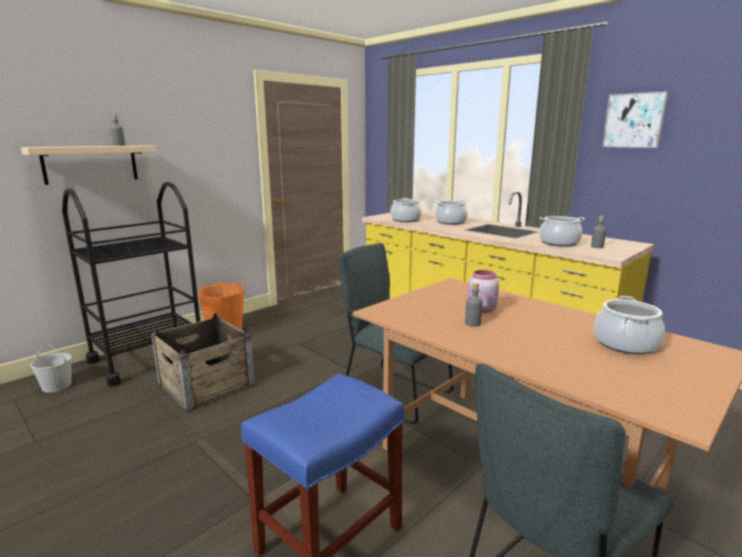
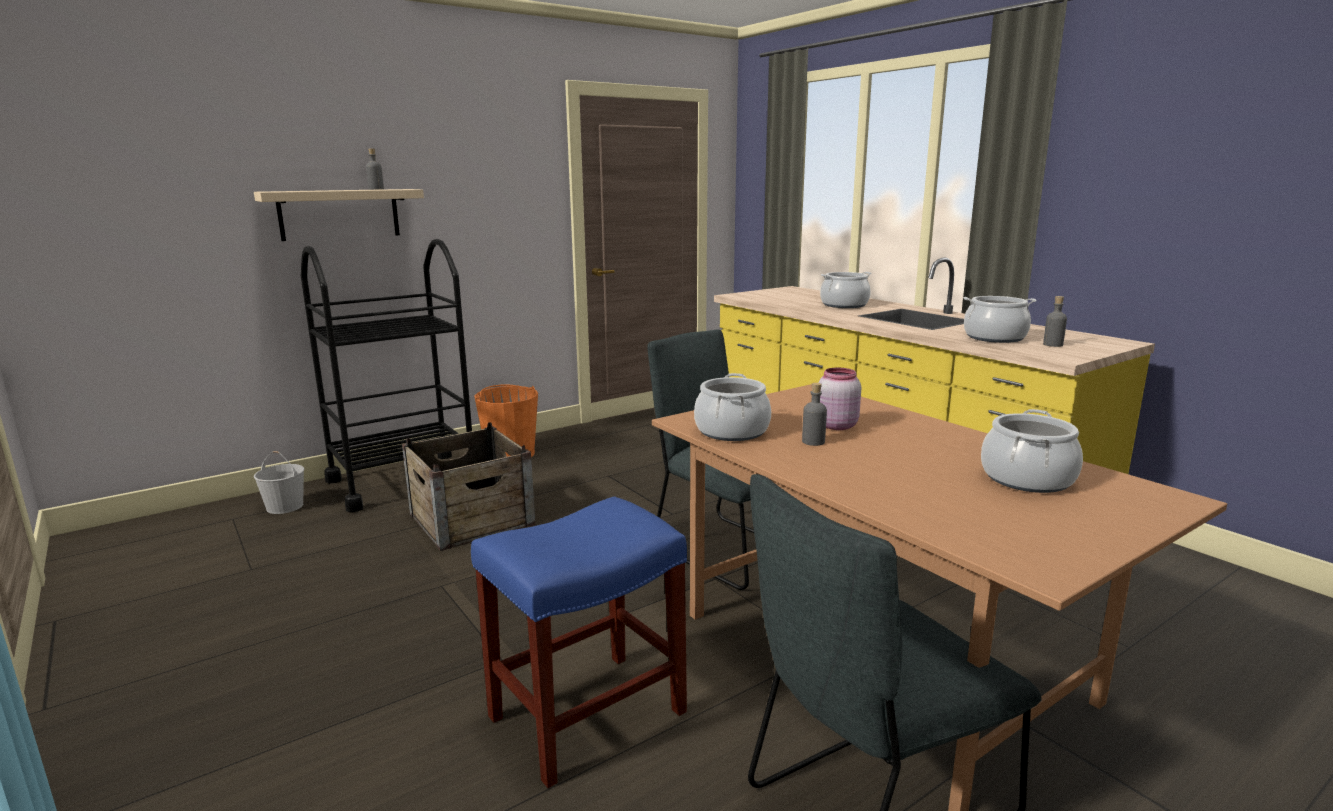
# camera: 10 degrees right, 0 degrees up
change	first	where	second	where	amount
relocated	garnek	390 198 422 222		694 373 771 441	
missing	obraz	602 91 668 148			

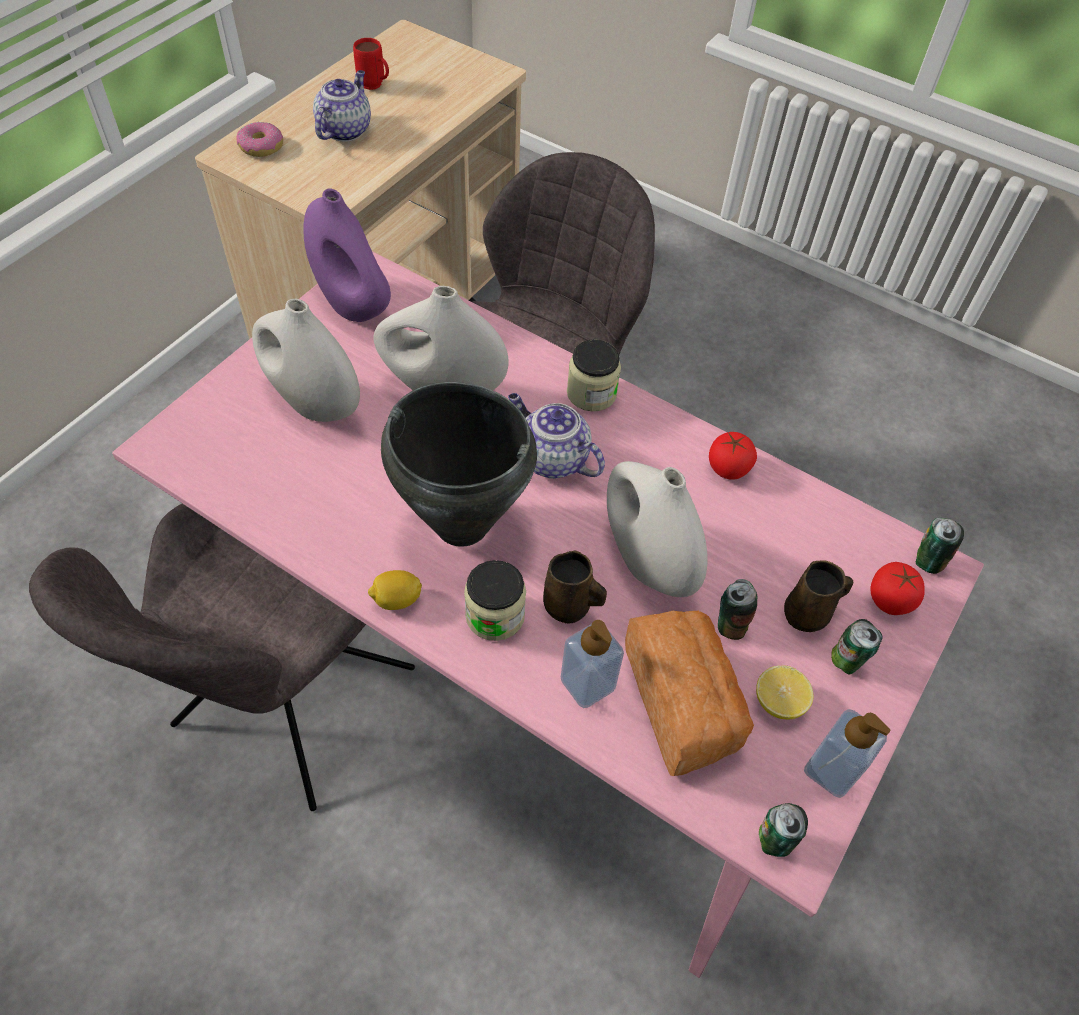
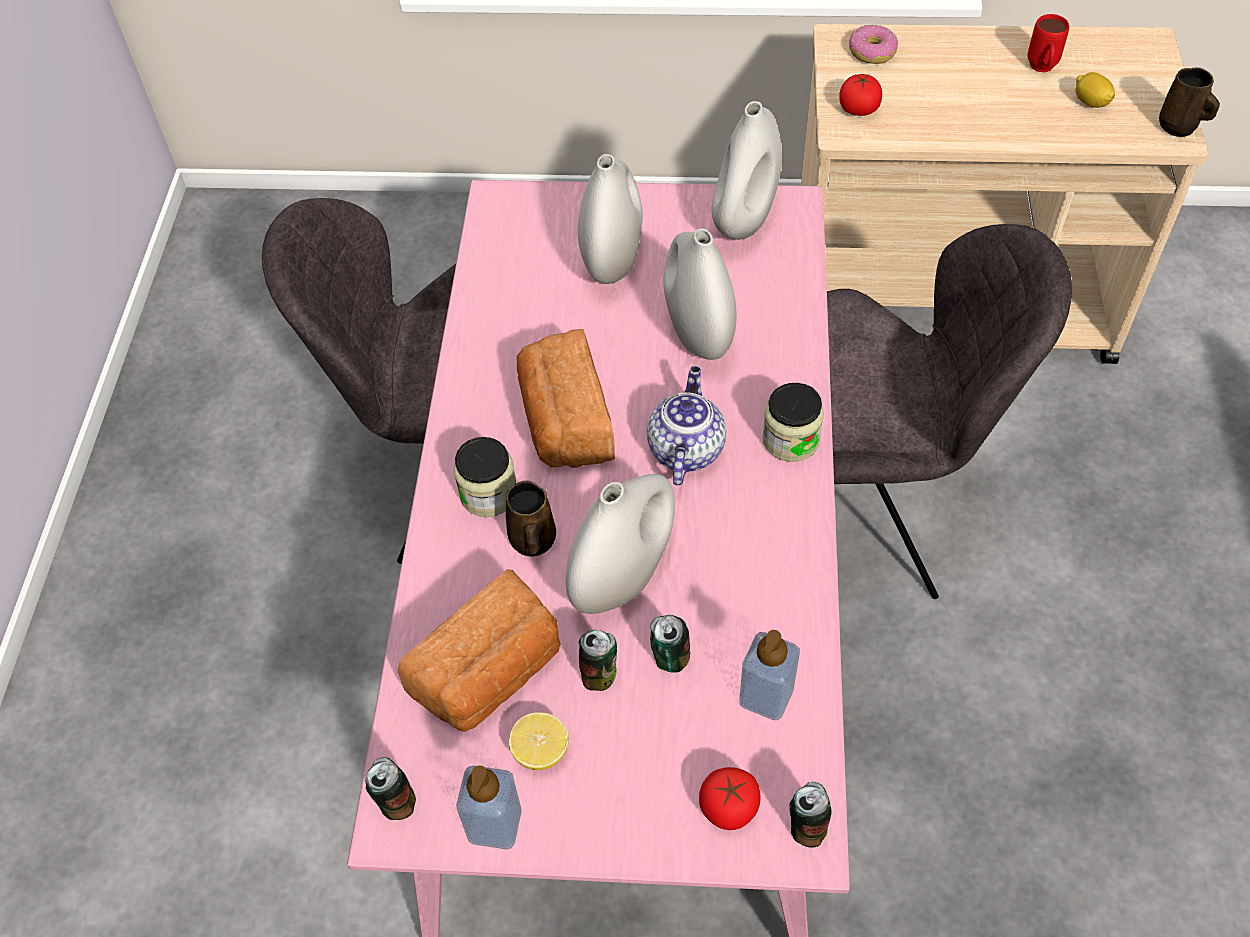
# camera: 65 degrees right, 0 degrees up
change	first	where	second	where	amount
exchanged	garnek [czarny]	381 382 537 547	chleb	517 329 615 468	
relocated	puszka	831 619 883 675		650 615 690 673	
colour	wazon [fioletowy]	303 188 391 322	wazon [biały]	712 101 782 240	
relocated	dozownik mydła	561 620 624 708		739 630 800 720	
relocated	pomidor	709 432 757 480		839 74 882 116	
relocated	cytryna	368 570 422 610		1075 72 1115 108	
relocated	kubek [brązowy]	784 560 853 632		1159 68 1220 137	
missing	imbryk	313 70 371 142			

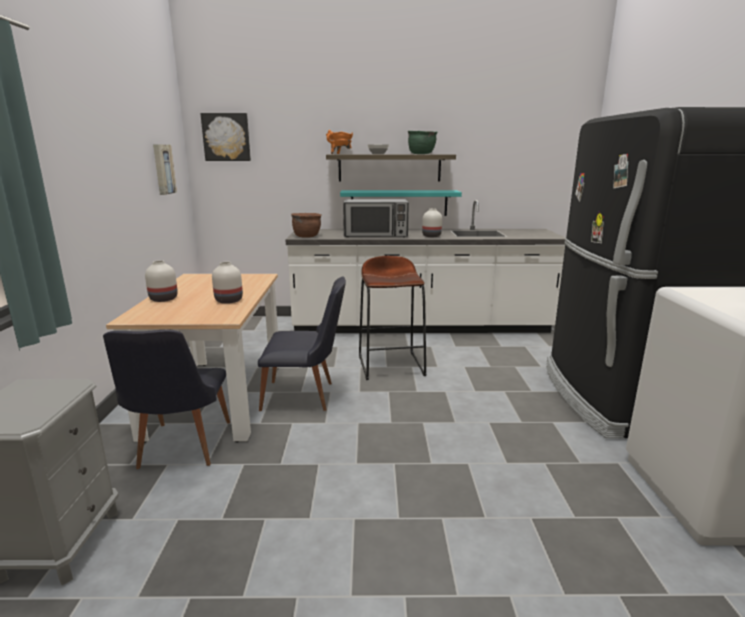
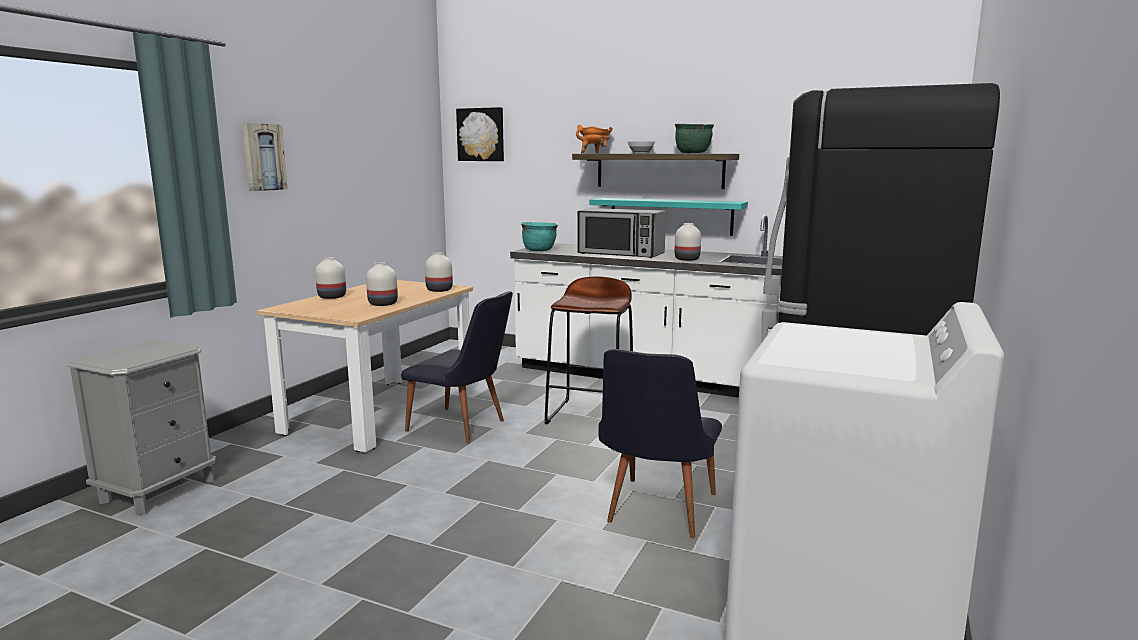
# camera: 25 degrees right, 5 degrees down
change	first	where	second	where	amount
relocated	obraz	153 144 177 195		242 123 288 191	
appeared			wazon [biały]	425 252 453 292	
colour	garnek [brązowy]	291 213 322 238	garnek [turkusowy]	521 222 558 251	
relocated	krzesło [czarny]	103 329 230 469		599 349 722 538	

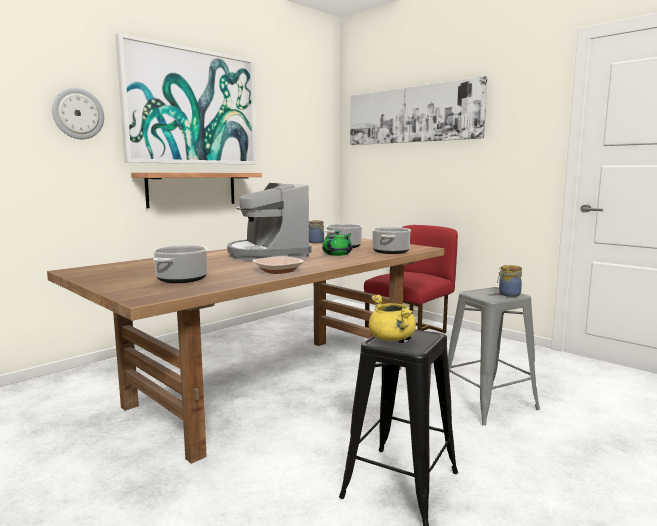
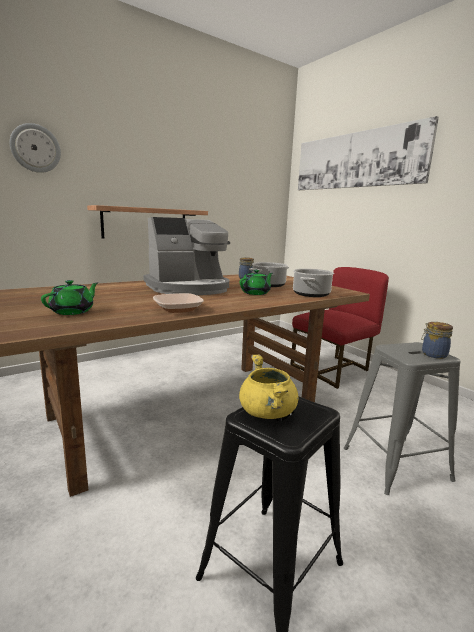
# camera: 10 degrees right, 5 degrees up
change	first	where	second	where	amount
exchanged	garnek	153 245 208 283	imbryk [zielony]	41 280 98 315	
spun	ekspres do kawy	227 183 311 261		143 217 230 295	105 degrees counterclockwise
missing	obraz	115 33 257 165			

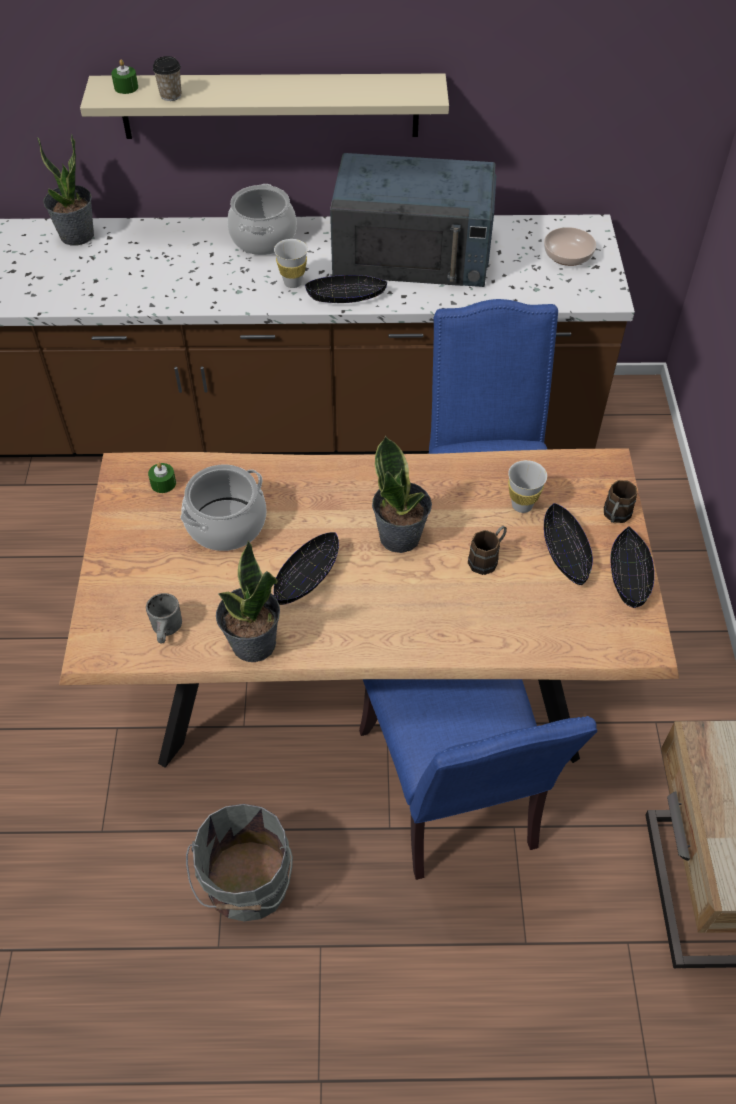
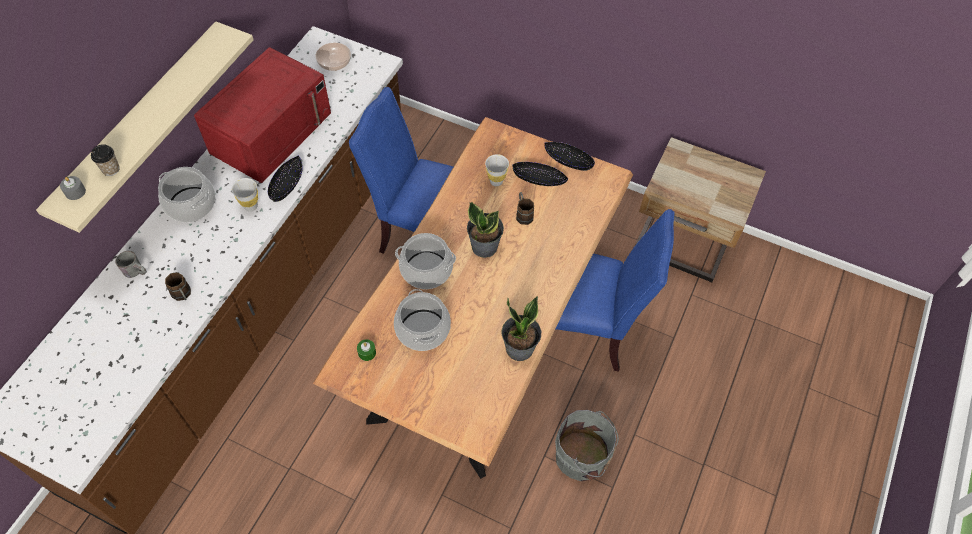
# camera: 65 degrees left, 5 degrees up
change	first	where	second	where	amount
colour	świeca [zielony]	111 59 138 94	świeca [szary]	60 176 86 200	
relocated	kubek [szary]	146 593 182 643		115 251 147 278	
relocated	kubek [brązowy]	604 480 637 523		165 272 191 301	
colour	mikrofalówka [niebieski]	330 153 496 287	mikrofalówka [czerwony]	194 47 331 183	
appeared			garnek	395 233 456 289	
missing	roślina doniczkowa	37 134 94 246			
missing	miska [czarny]	274 532 339 605			

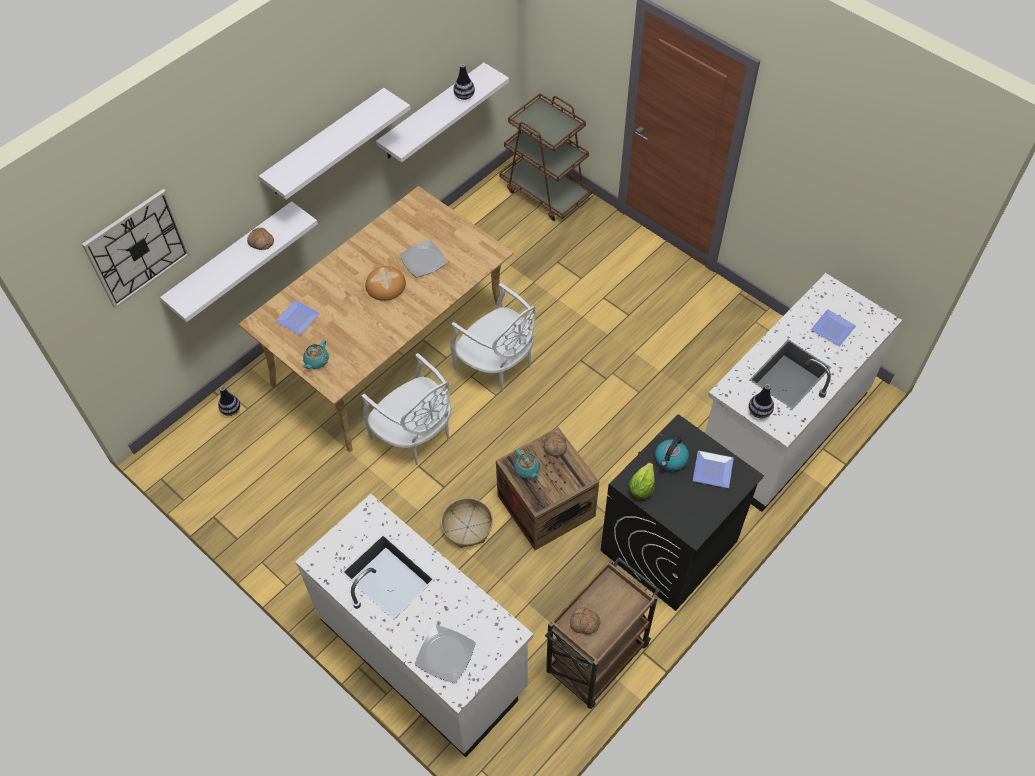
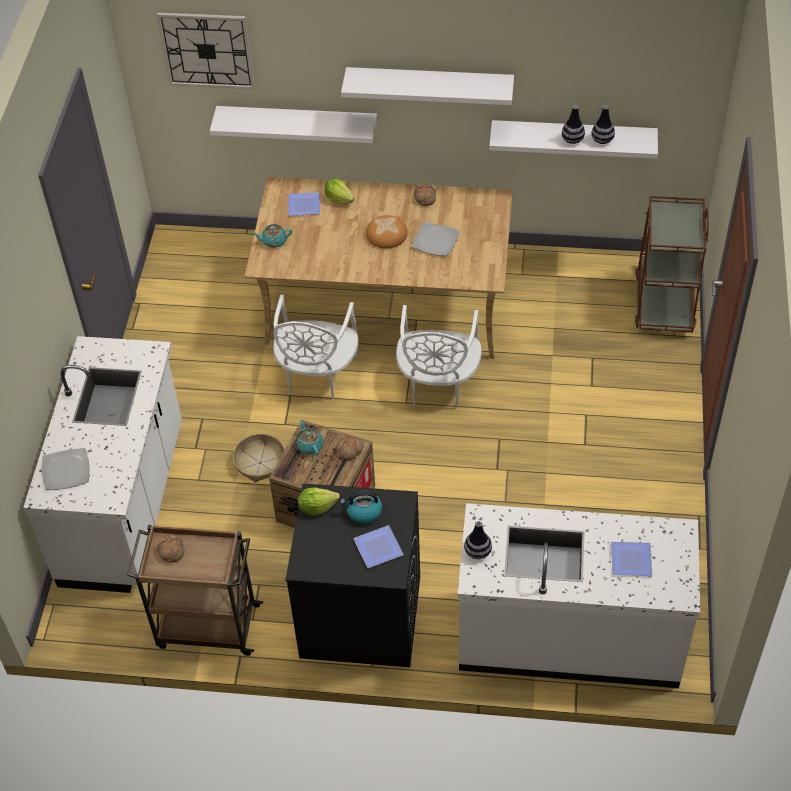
# camera: 55 degrees right, 5 degrees down
change	first	where	second	where	amount
spun	imbryk [turkusowy]	514 449 540 478		297 420 324 455	135 degrees clockwise
appeared			sałata	325 178 355 204	
relocated	chleb	247 228 274 250		414 184 436 206	
relocated	wazon	218 386 240 416		562 105 585 144	

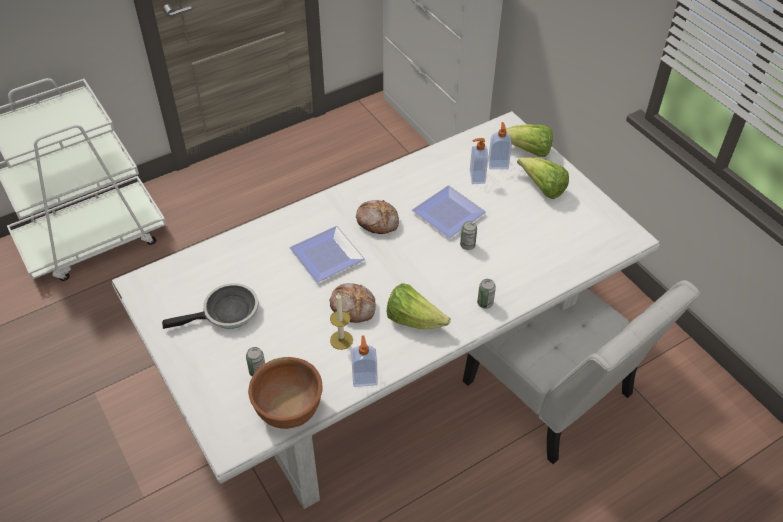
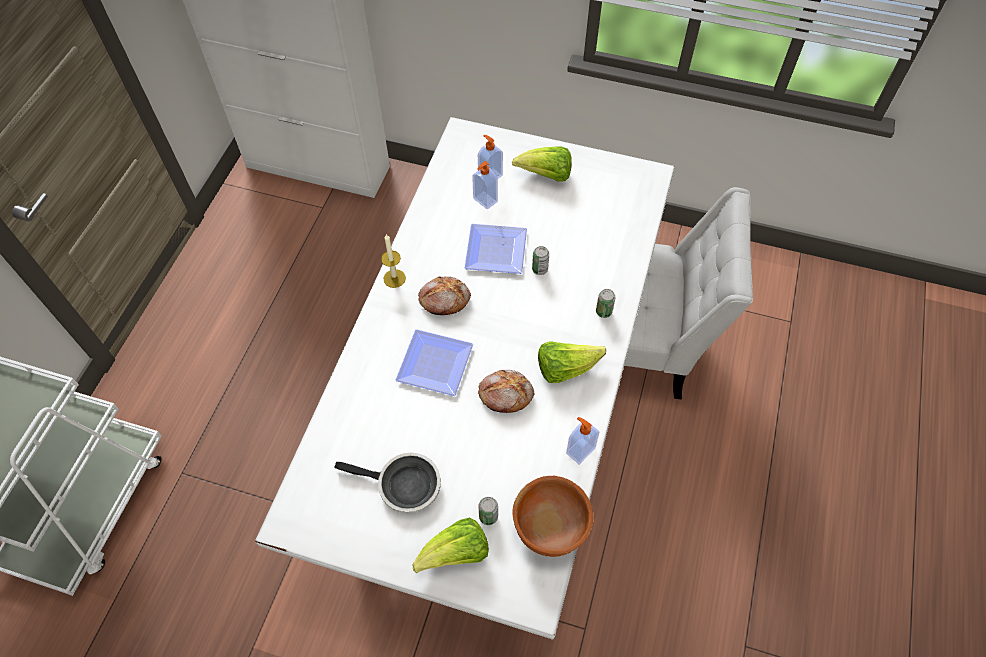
# camera: 40 degrees left, 10 degrees up
change	first	where	second	where	amount
spun	patelnia	162 283 258 329		335 453 441 513	75 degrees clockwise
relocated	świeca	330 293 353 350		381 234 406 288	
relocated	sałata	506 124 553 157		412 518 489 573	

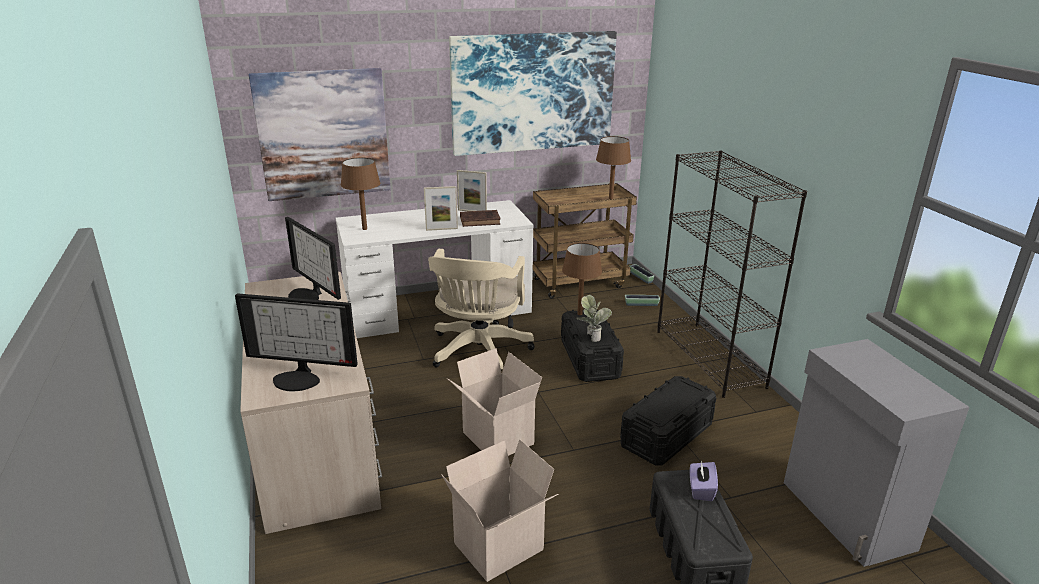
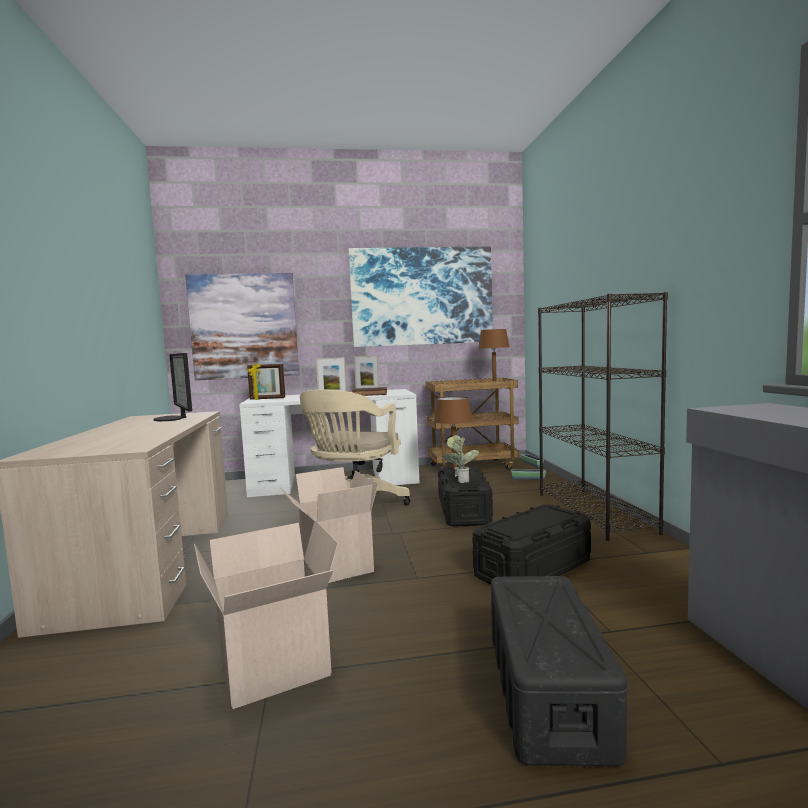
# camera: 10 degrees right, 20 degrees down
change	first	where	second	where	amount
exchanged	lampa stołowa [brązowy]	341 157 380 230	ramka na zdjęcie	247 364 285 400	
missing	monitor	235 293 358 391			
missing	pudełko chusteczek [fioletowy]	690 461 718 501			

